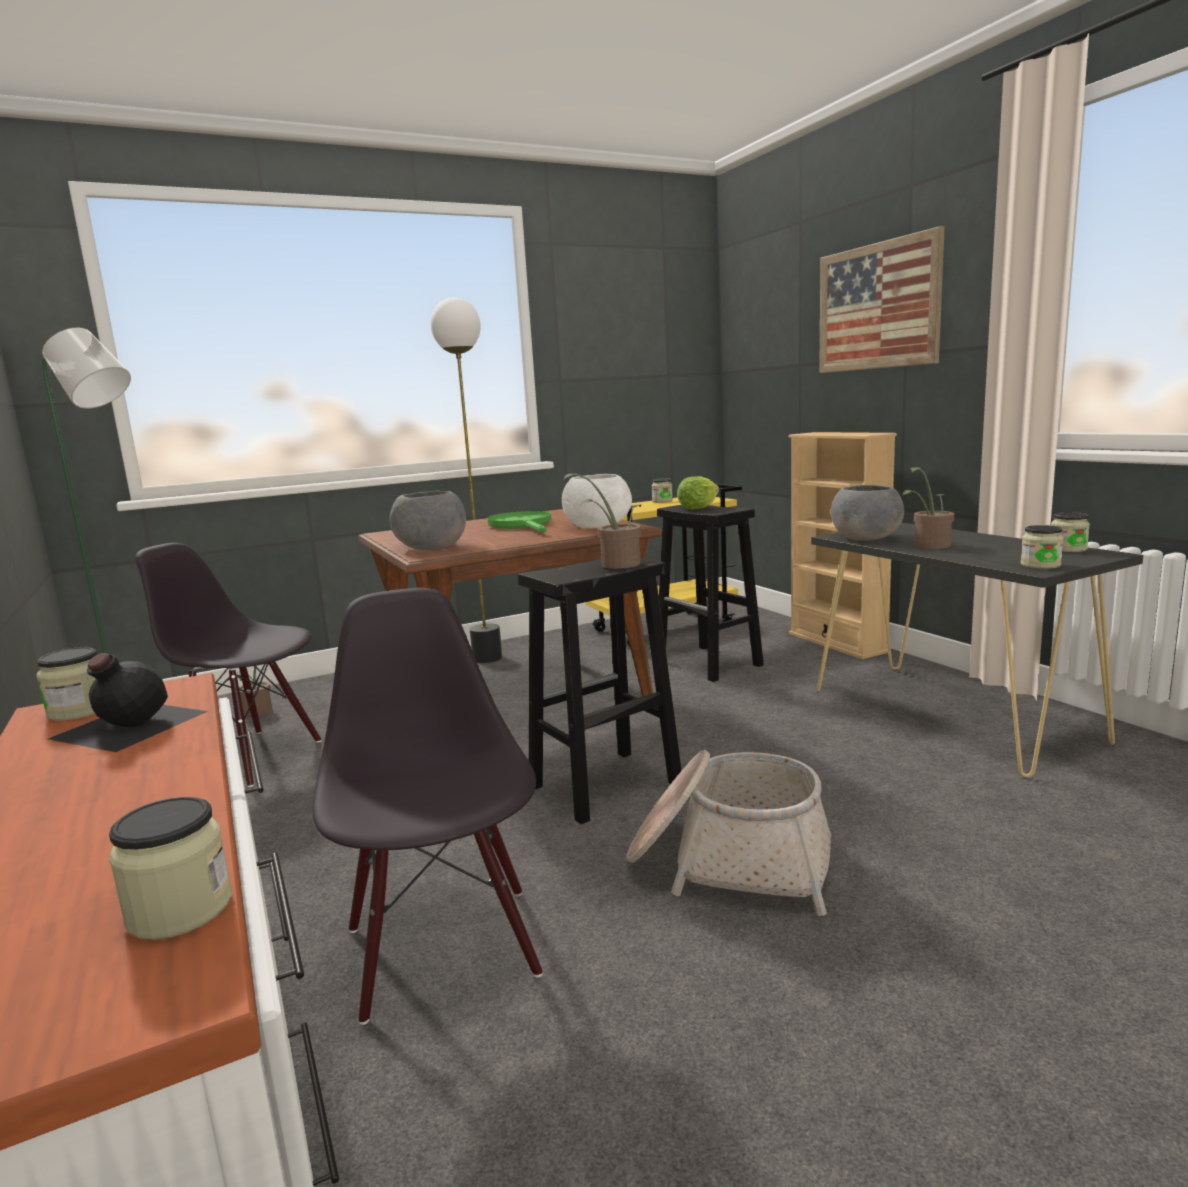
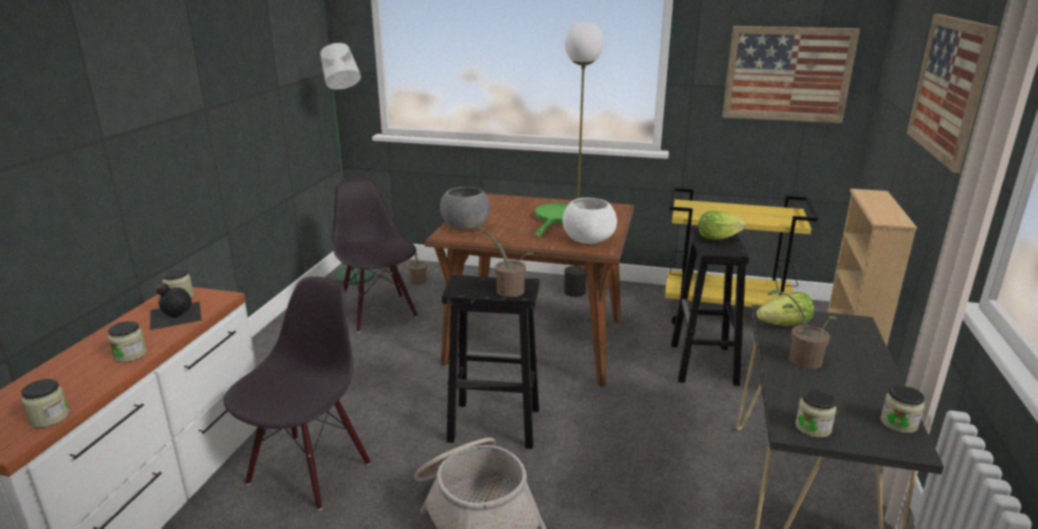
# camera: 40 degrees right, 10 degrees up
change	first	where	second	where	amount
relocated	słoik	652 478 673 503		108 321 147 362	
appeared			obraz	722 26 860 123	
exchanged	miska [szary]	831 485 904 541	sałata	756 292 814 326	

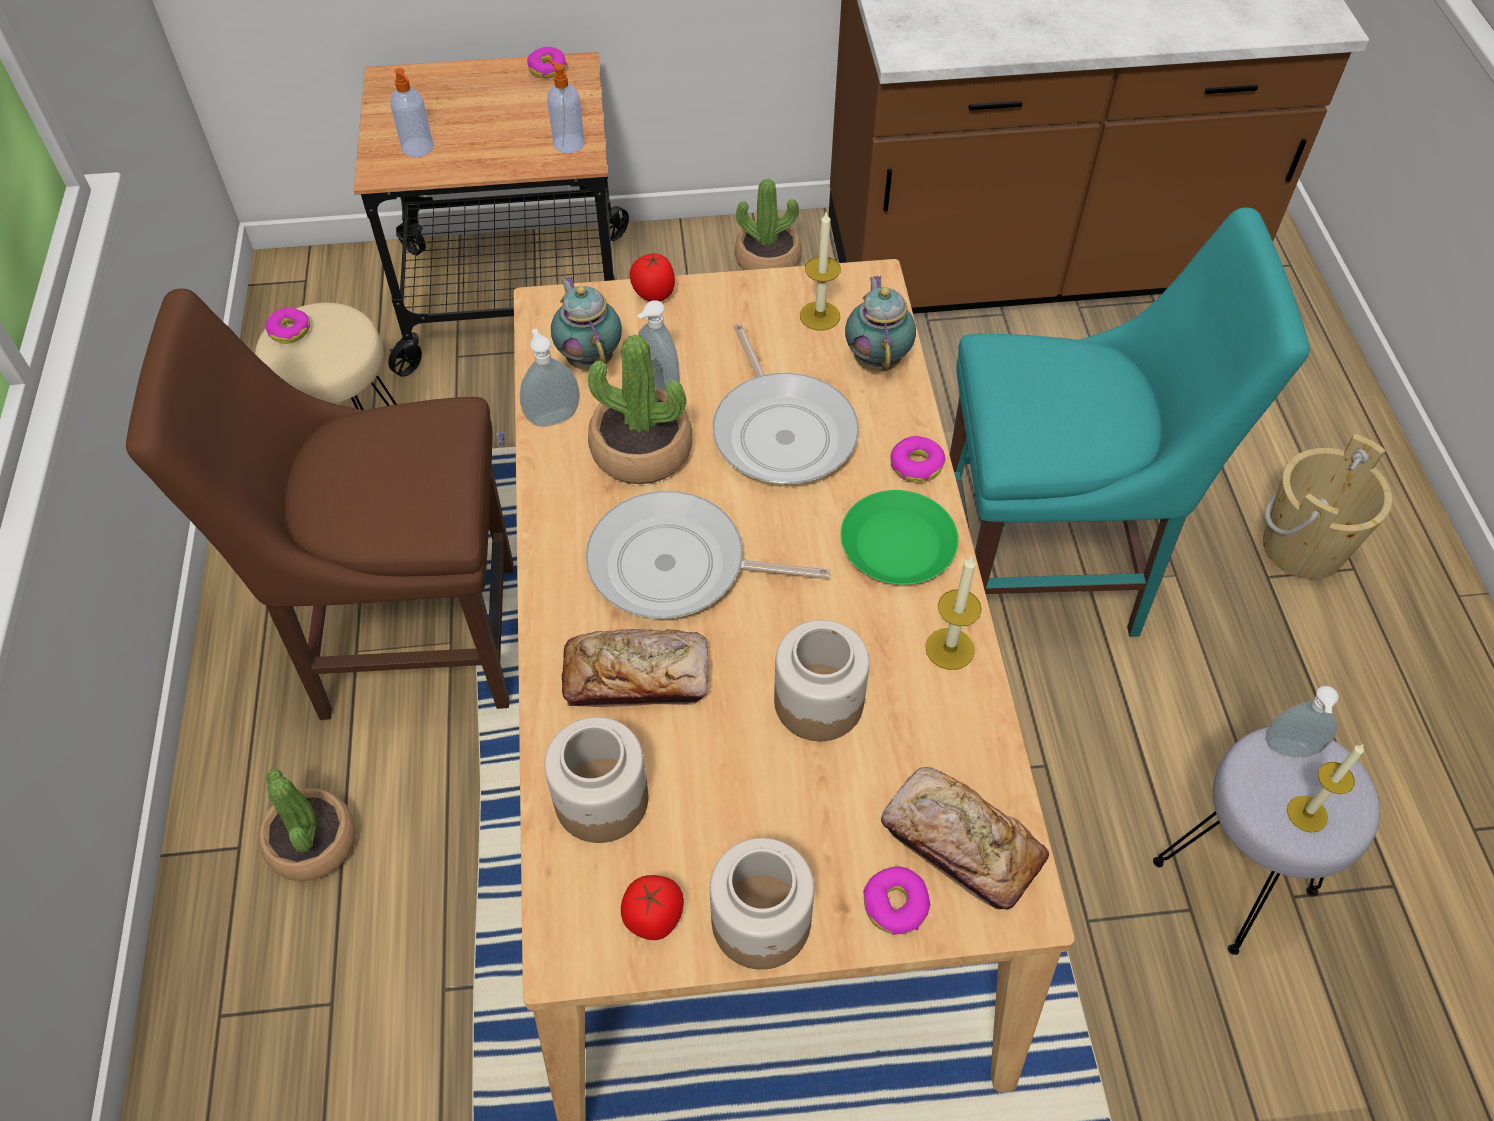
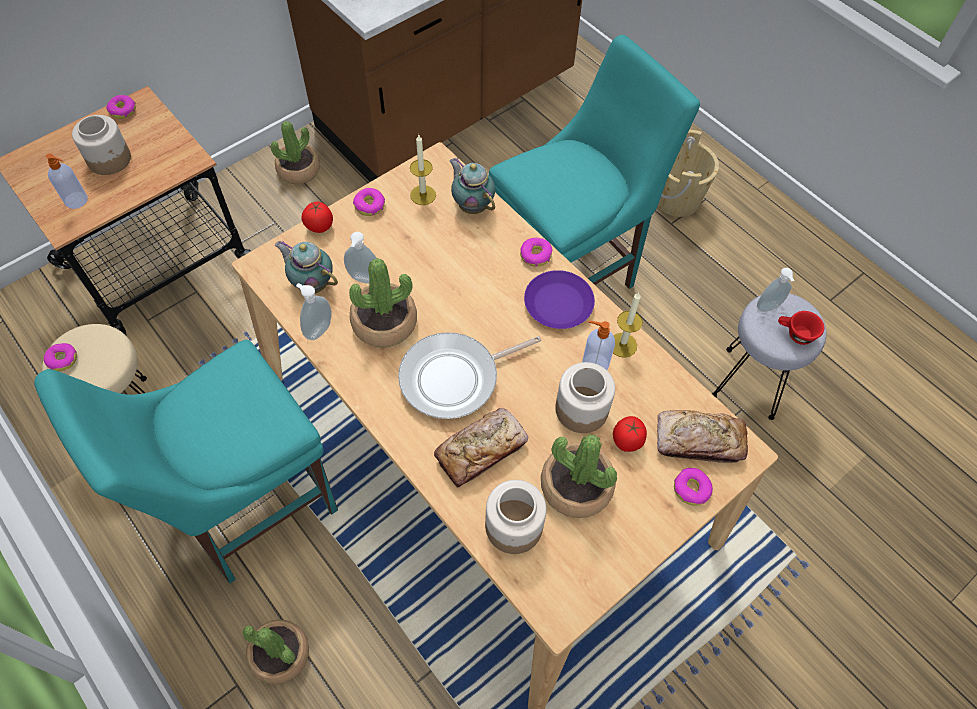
# camera: 35 degrees left, 5 degrees up
change	first	where	second	where	amount
colour	krzesło [brązowy]	126 289 514 720	krzesło [turkusowy]	34 340 338 584	
relocated	słoik	710 838 814 970		72 115 131 175	
appeared			donut	353 188 385 216	
colour	talerz [zielony]	841 490 958 585	talerz [fioletowy]	524 270 595 329	
appeared			roślina doniczkowa	541 434 617 518	
relocated	dozownik mydła	547 58 585 153		582 321 615 370	
relocated	pomidor	621 875 684 940		613 416 647 452	
exchanged	świeca	1287 744 1364 832	filiżanka [czerwony]	778 311 824 345	
missing	patelnia	713 323 859 484			

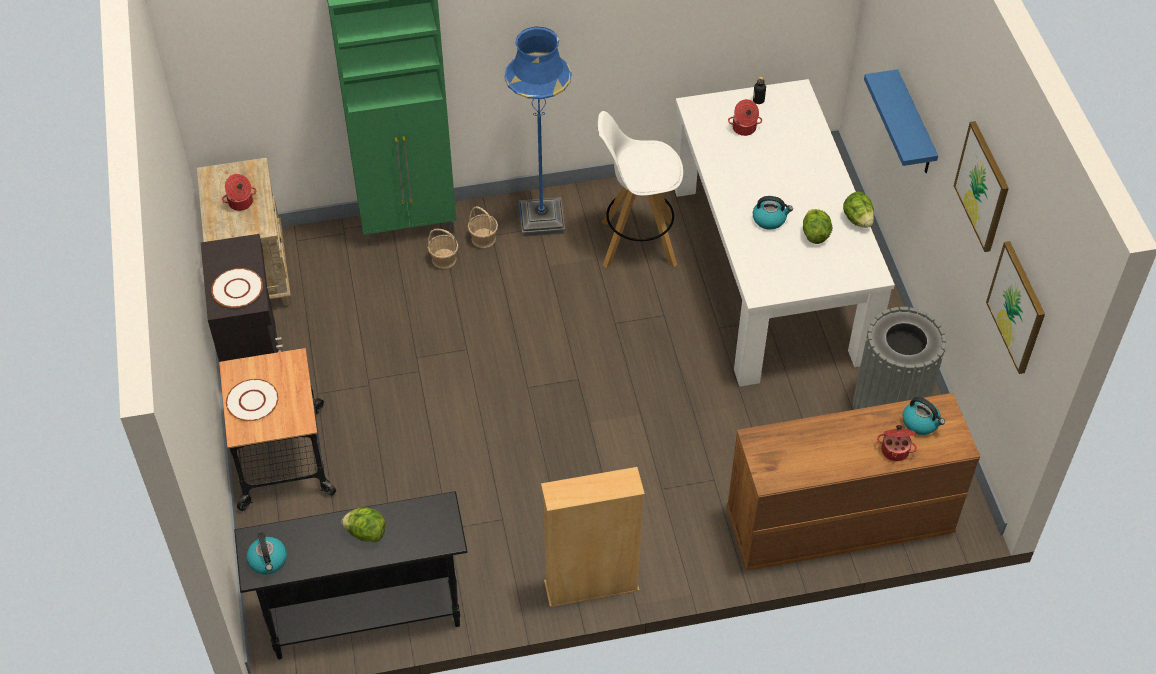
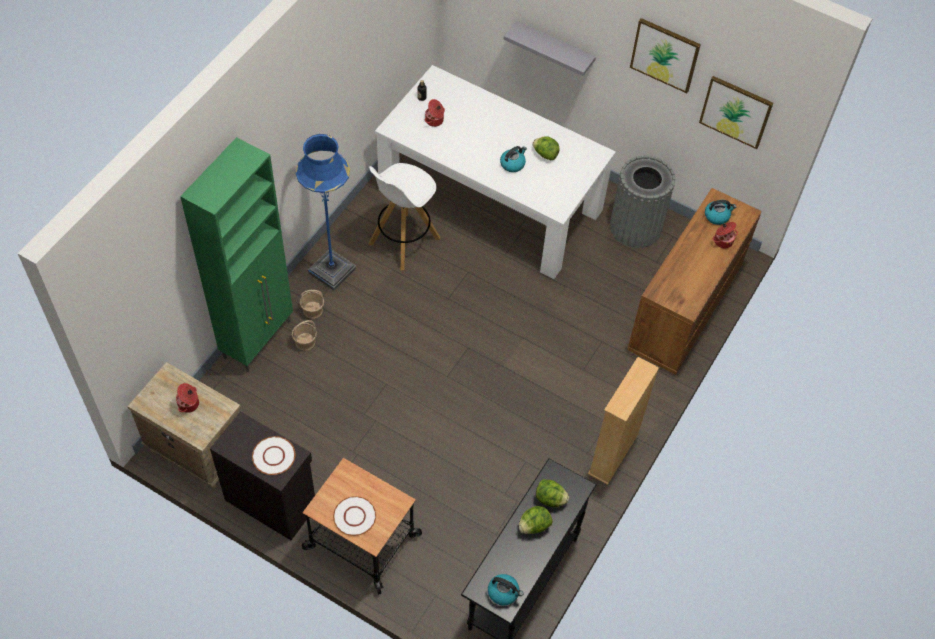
# camera: 50 degrees left, 5 degrees up
change	first	where	second	where	amount
colour	półka [niebieski]	864 69 938 173	półka [szary]	503 21 596 76	
relocated	sałata	843 192 874 228		536 479 569 507	

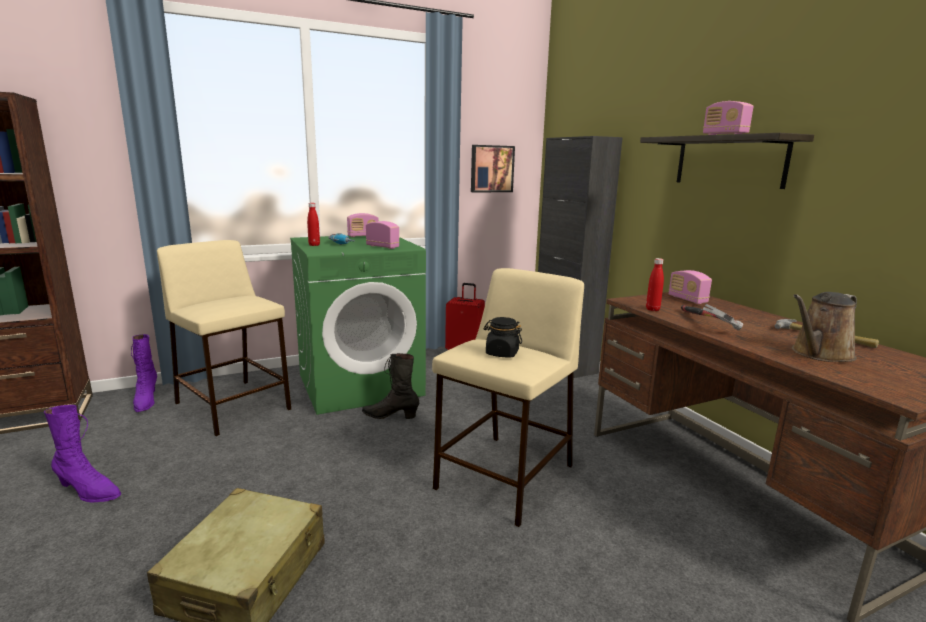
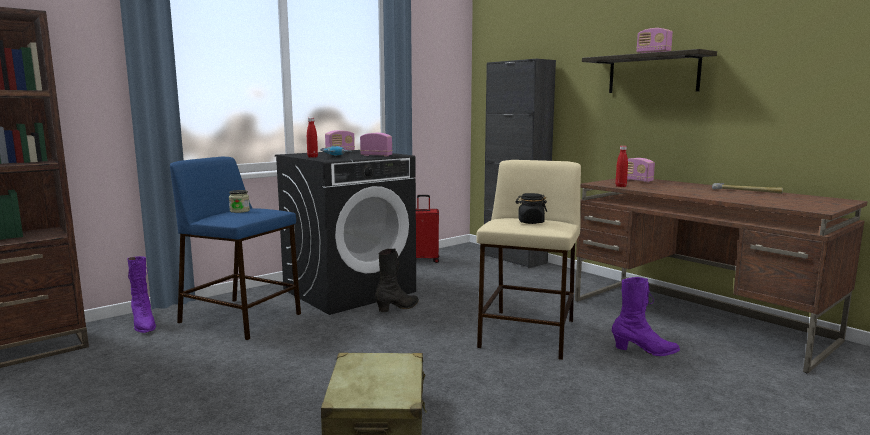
# camera: 15 degrees left, 5 degrees down
change	first	where	second	where	amount
colour	stołek [beżowy]	157 240 291 436	stołek [niebieski]	170 157 301 340	
appeared			słoik	229 190 250 213	
colour	pralka [zielony]	290 235 426 415	pralka [czarny]	275 150 416 315	
spun	but z cholewką [czarny]	362 353 419 419		375 249 419 312	135 degrees clockwise
relocated	but z cholewką [fioletowy]	44 405 121 502		612 277 680 356	
missing	obraz	471 145 515 192			
missing	młotek	681 304 743 330			
missing	konewka [brązowy]	792 292 857 362			

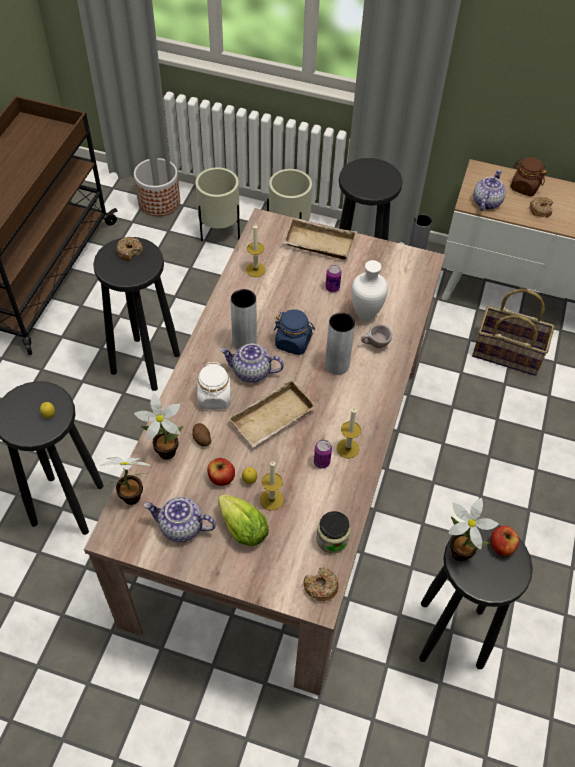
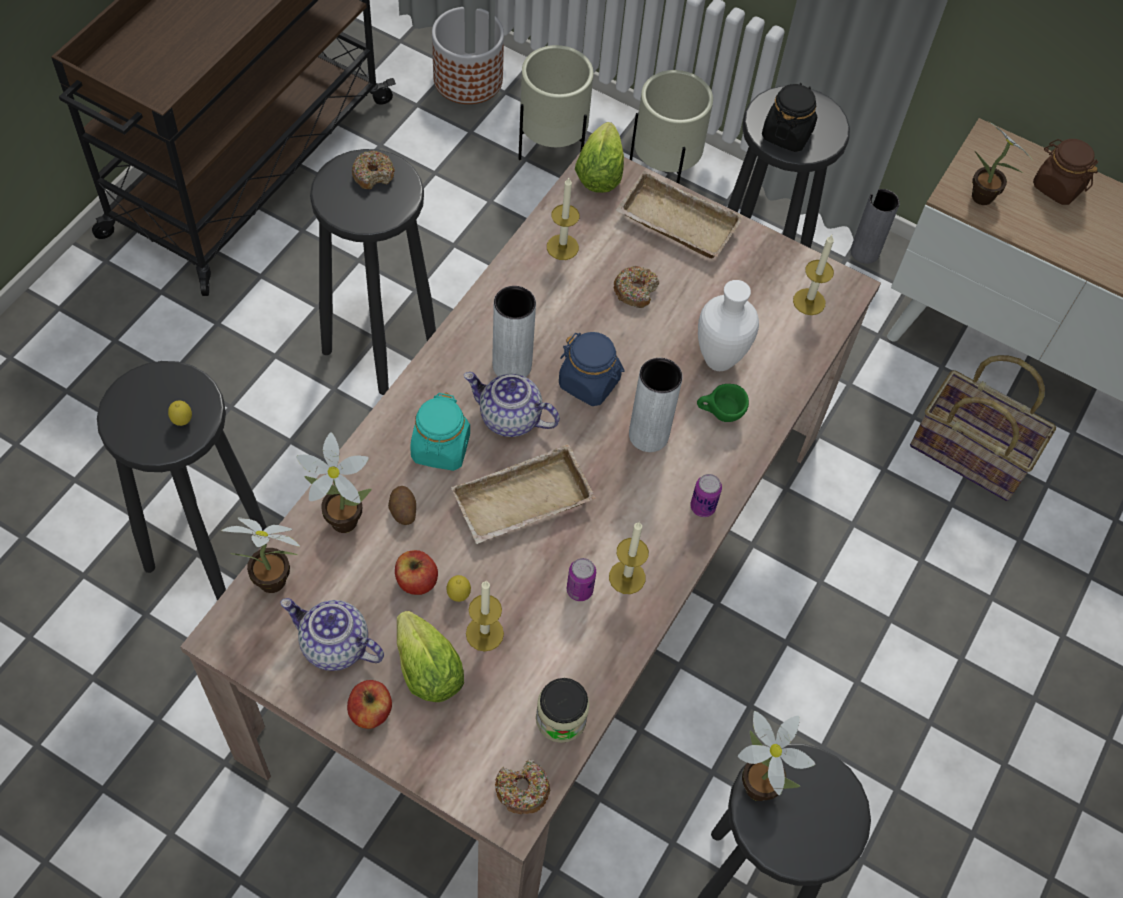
# camera: 10 degrees right, 5 degrees up
change	first	where	second	where	amount
relocated	jabłko	491 526 519 556		347 680 392 729	
colour	słoik [biały]	197 362 231 410	słoik [turkusowy]	410 393 470 471	
appeared			sałata	575 122 624 193	
relocated	donut	529 197 553 218		614 266 659 308	
relocated	puszka	325 265 341 292		690 474 722 517	
colour	filiżanka [beżowy]	361 324 392 348	filiżanka [zielony]	697 384 749 422	
appeared			słoik [czarny]	762 83 817 152	
appeared			świeca	793 235 834 315	
exchanged	imbryk	473 170 506 211	roślina doniczkowa	972 122 1034 205	

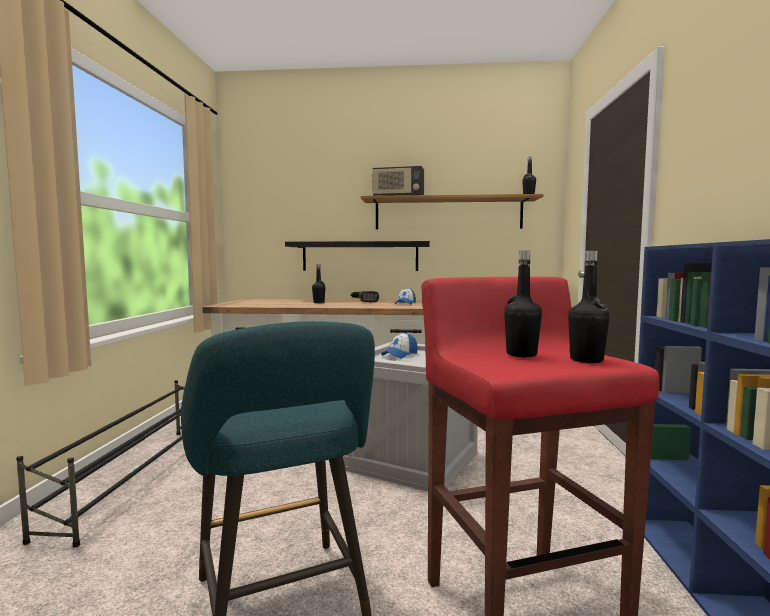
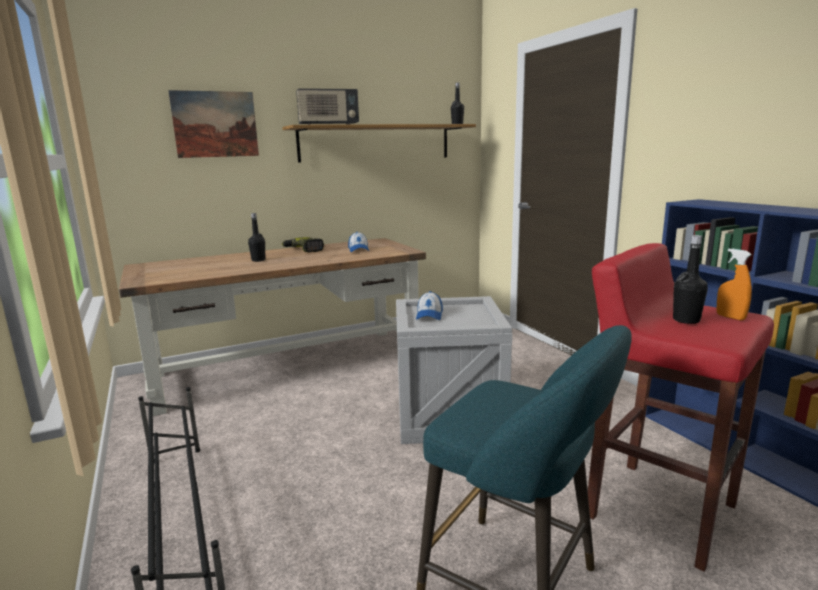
# camera: 30 degrees left, 10 degrees up
change	first	where	second	where	amount
appeared			obraz	168 90 259 158	
exchanged	butelka [czarny]	568 251 610 363	spryskiwacz [pomarańczowy]	717 249 752 321	
missing	półka [czarny]	285 241 430 271			

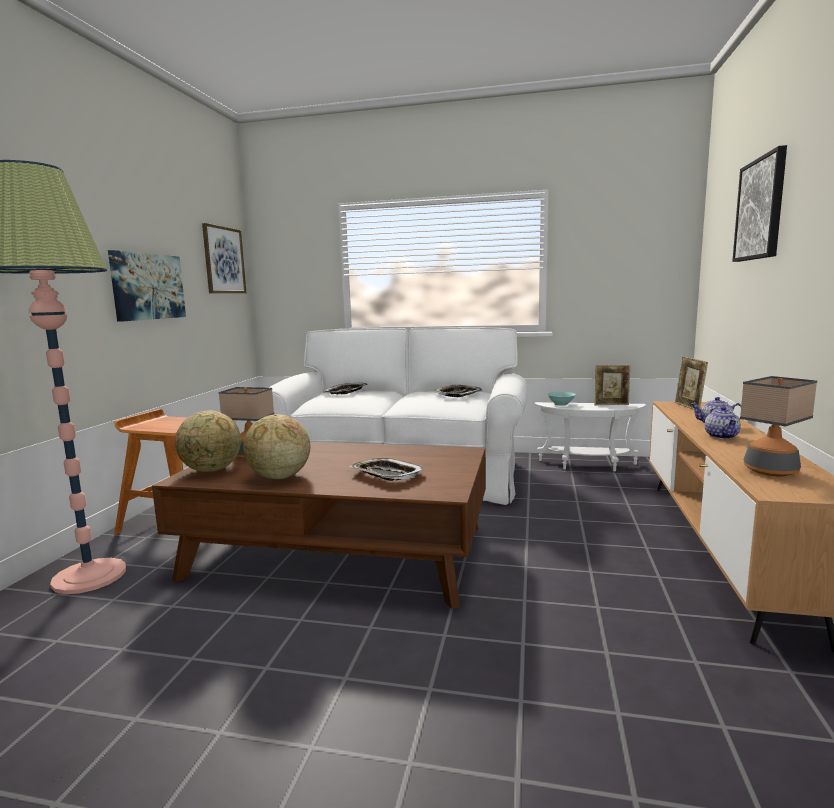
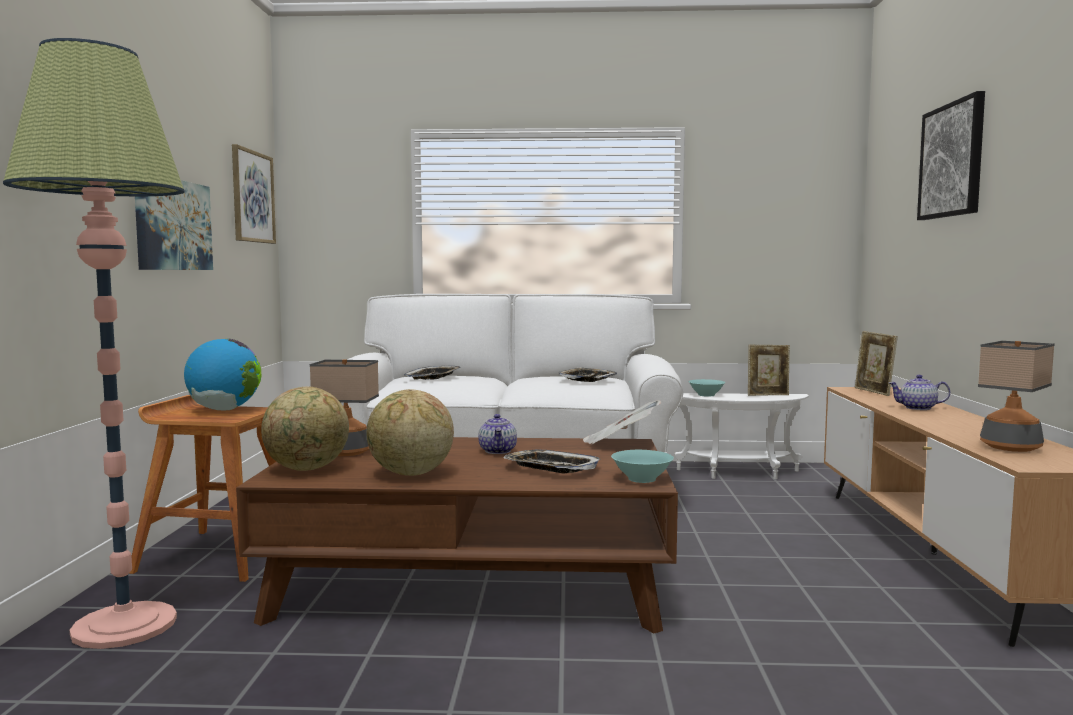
# camera: 10 degrees left, 5 degrees down
change	first	where	second	where	amount
appeared			globus	184 339 261 411	
relocated	imbryk	705 406 741 439		478 414 517 454	
appeared			gazeta	583 400 661 444	
appeared			miska [turkusowy]	611 450 674 483	

